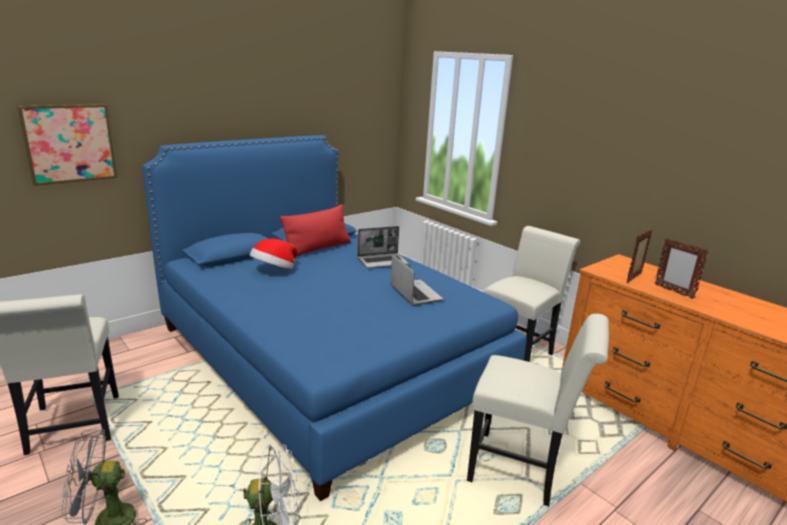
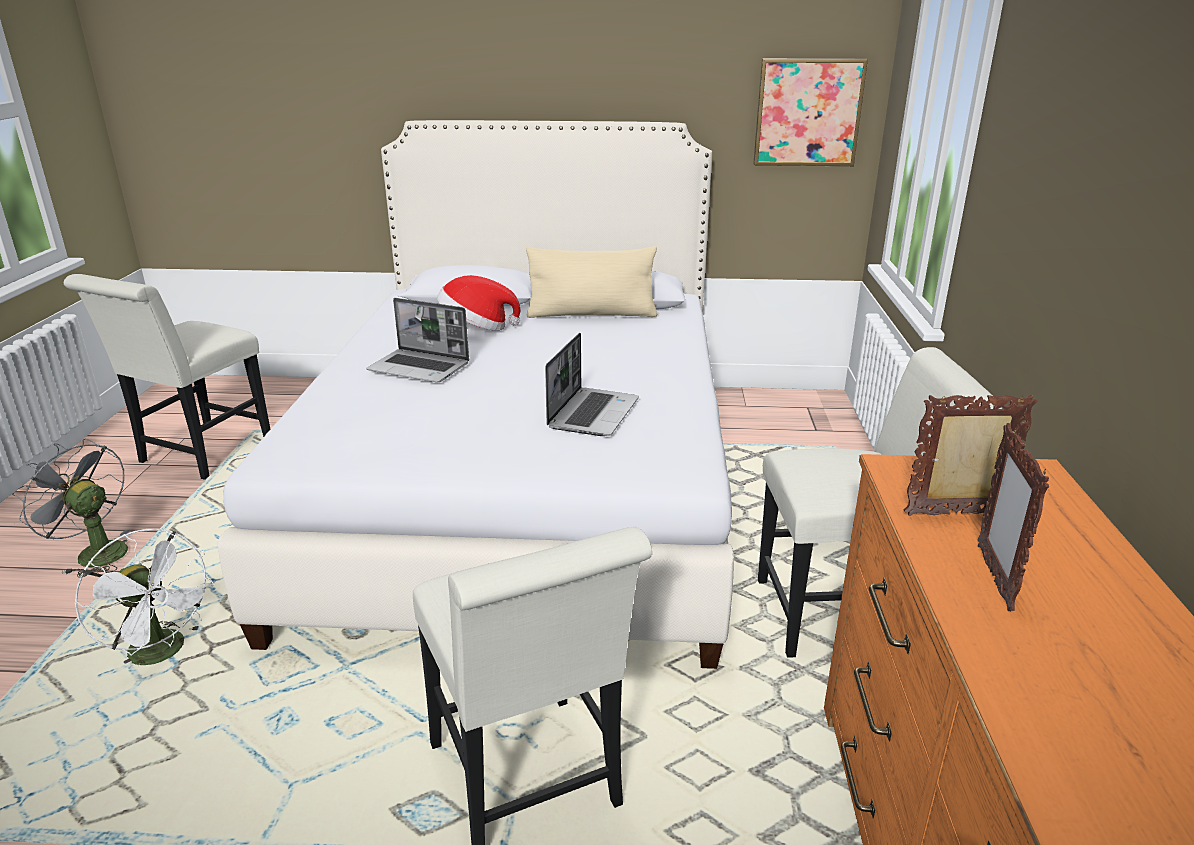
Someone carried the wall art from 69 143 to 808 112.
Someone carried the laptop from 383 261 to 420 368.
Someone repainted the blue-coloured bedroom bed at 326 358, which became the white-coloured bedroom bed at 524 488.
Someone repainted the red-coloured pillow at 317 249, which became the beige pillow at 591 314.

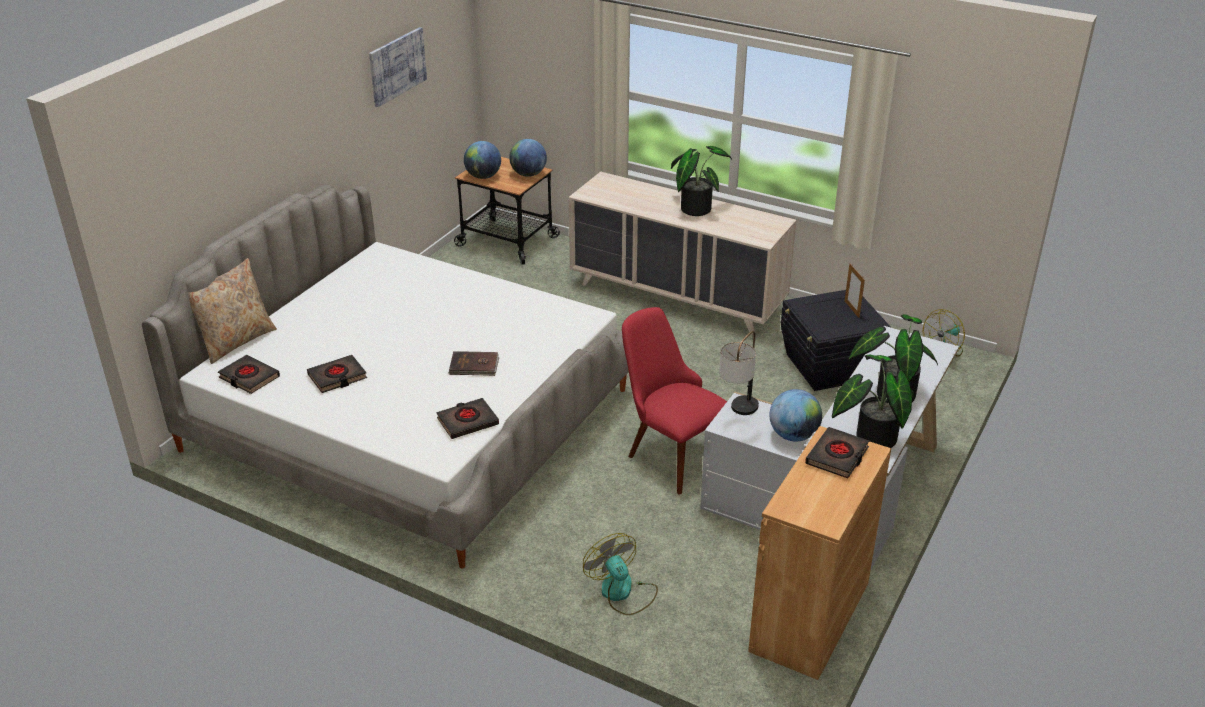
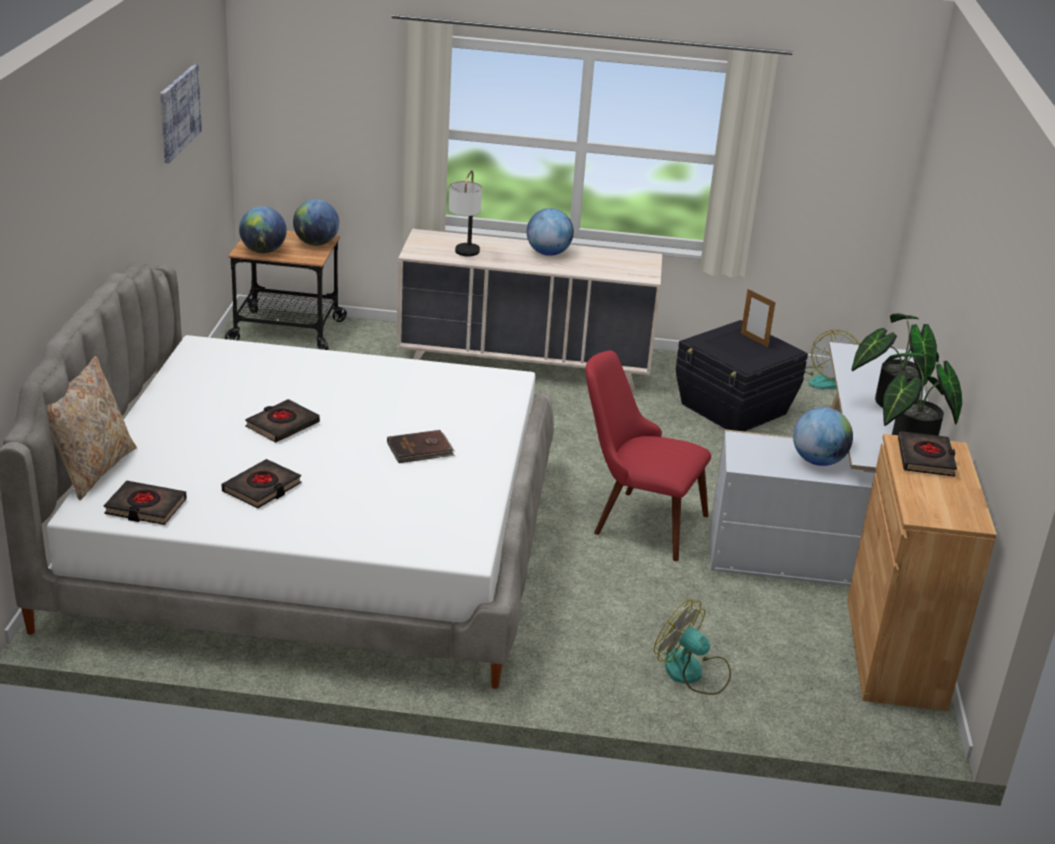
Someone carried the black bound book from 467 422 to 282 425.
Someone carried the tabletop lamp from 737 414 to 464 256.
Someone swapped the houseplant at 695 207 for the world globe at 548 253.

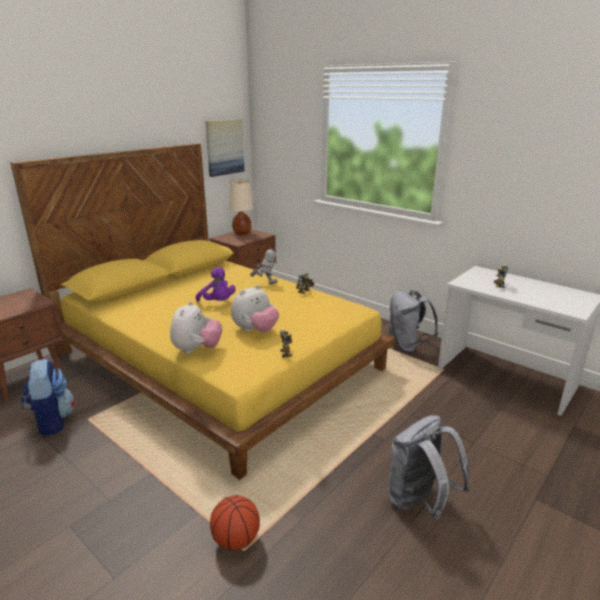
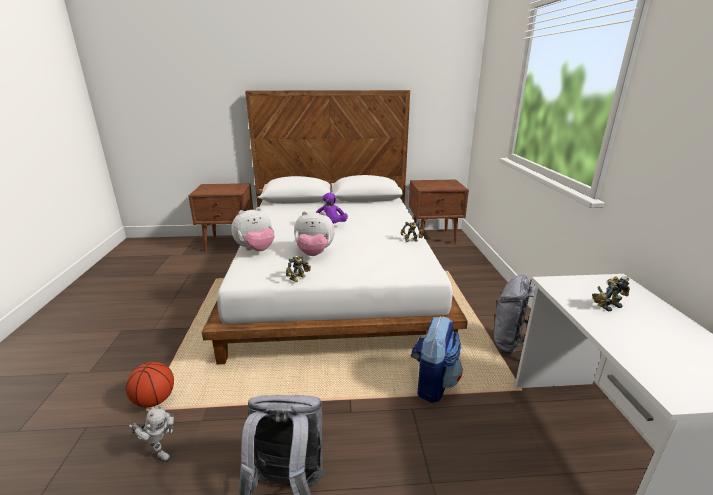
Someone took away the wall art at 224 147.
Someone took away the beige tabletop lamp at 242 233.
Someone carried the backpack from 52 421 to 432 383.
Someone carried the toy robot from 265 283 to 159 451.
Someone repainted the yellow bedroom bed at 219 360, which became the white-coloured bedroom bed at 335 279.

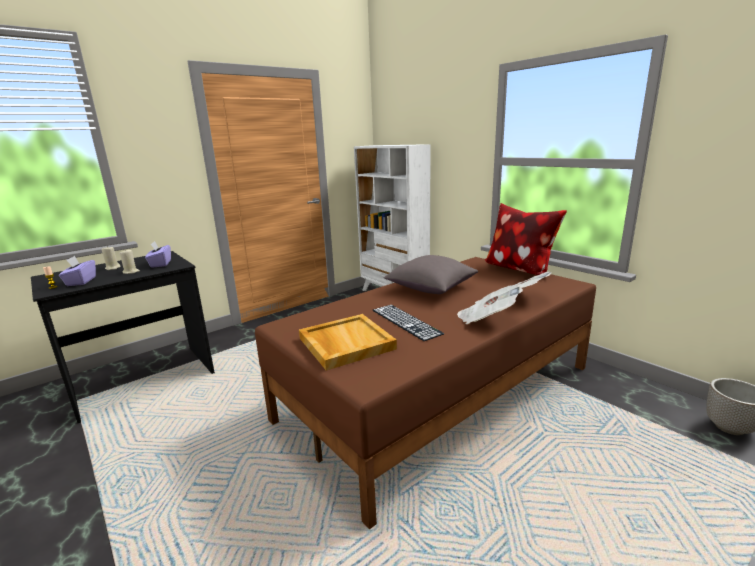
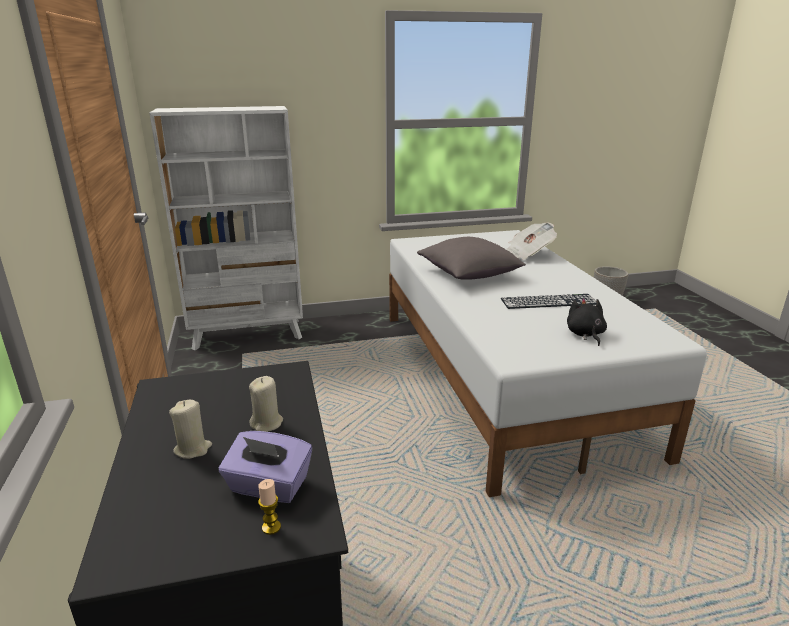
Someone took away the purplish tissue box at 160 264.
Someone took away the printed paper at 486 319.
Someone took away the pillow at 519 269.
Someone swapped the beige carrying tray at 345 343 for the black soft toy at 585 334.
Someone repainted the brownish bedroom bed at 440 392, which became the white-coloured bedroom bed at 504 375.

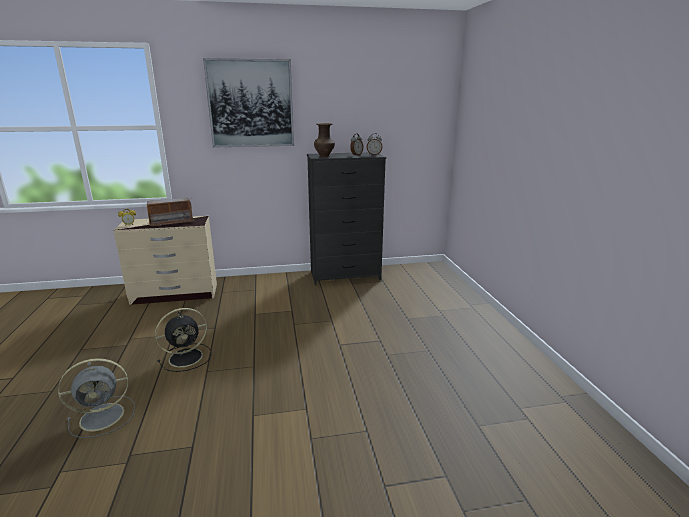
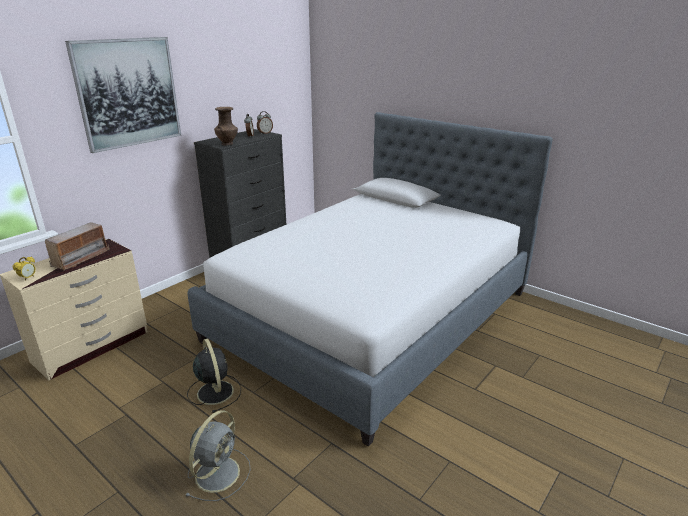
Someone put down the bedroom bed at 373 316.
Someone rotated the black electric fan at 187 357 by 45 degrees counterclockwise.

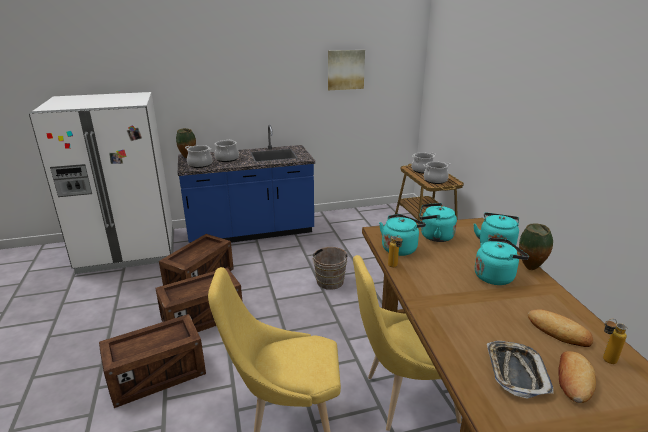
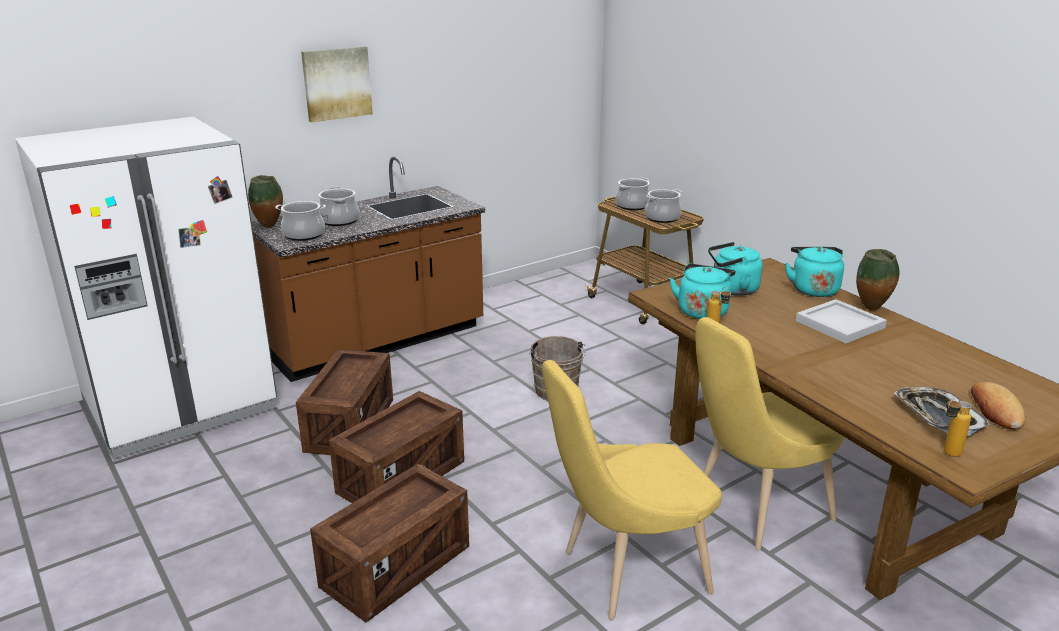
Someone took away the baked bread at 558 331.
Someone carried the wall art from 345 69 to 336 83.
Someone carried the drink bottle from 604 360 to 947 454.
Someone swapped the turquoise tea kettle at 496 276 for the white-coloured carrying tray at 841 324.
Someone repainted the blue-coloured counter at 251 233, which became the brownish counter at 378 343.

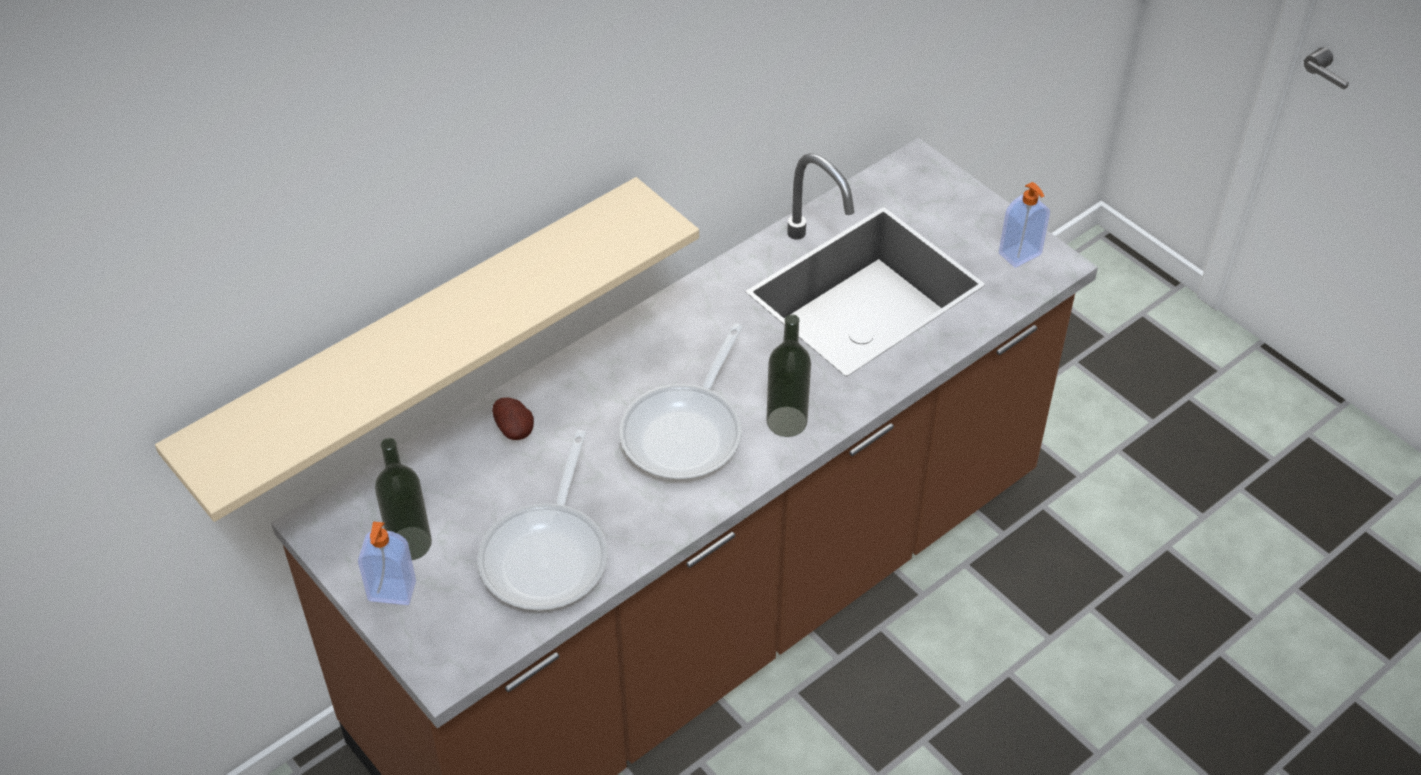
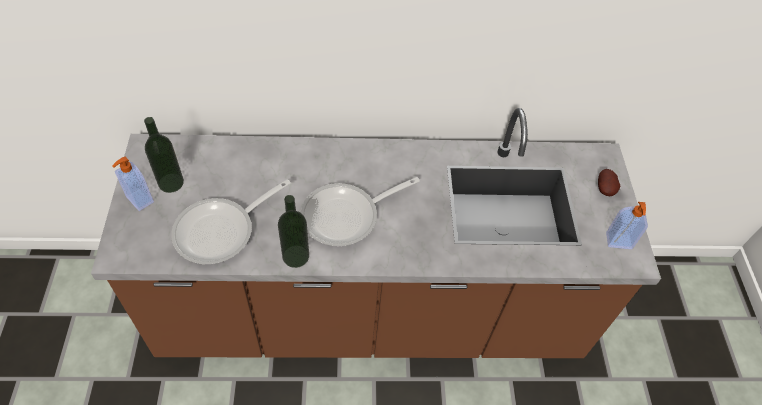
Someone took away the beige bracket shelf at 419 340.
Someone carried the potato from 516 430 to 605 190.
Someone carried the drink bottle from 786 421 to 295 256.

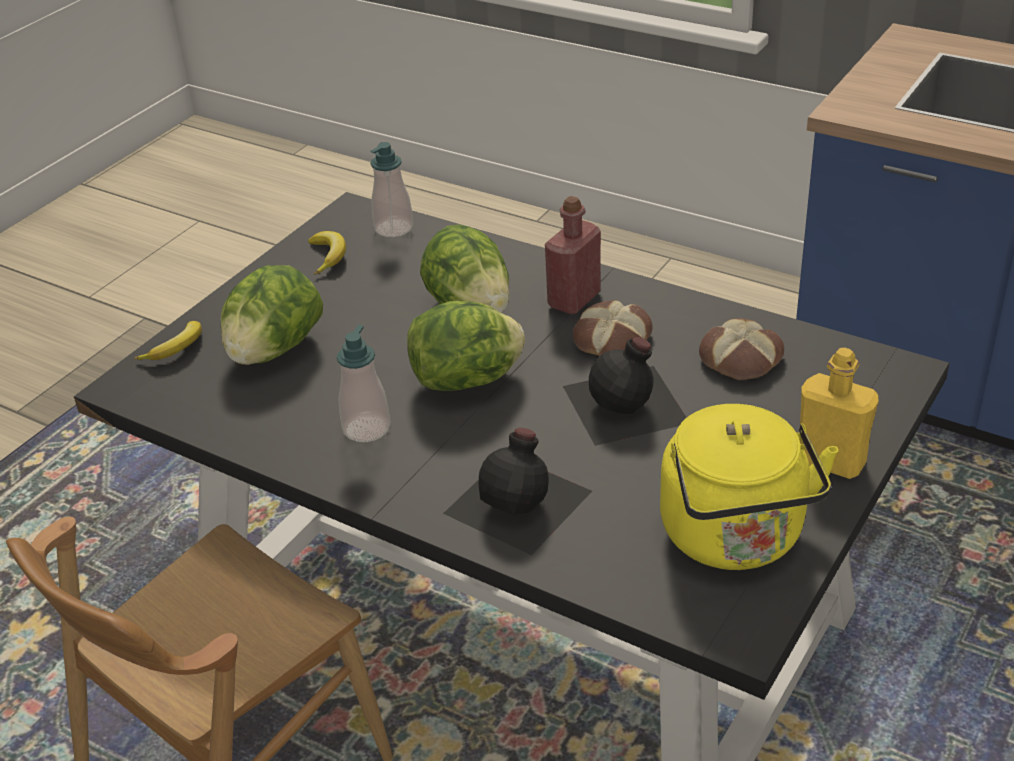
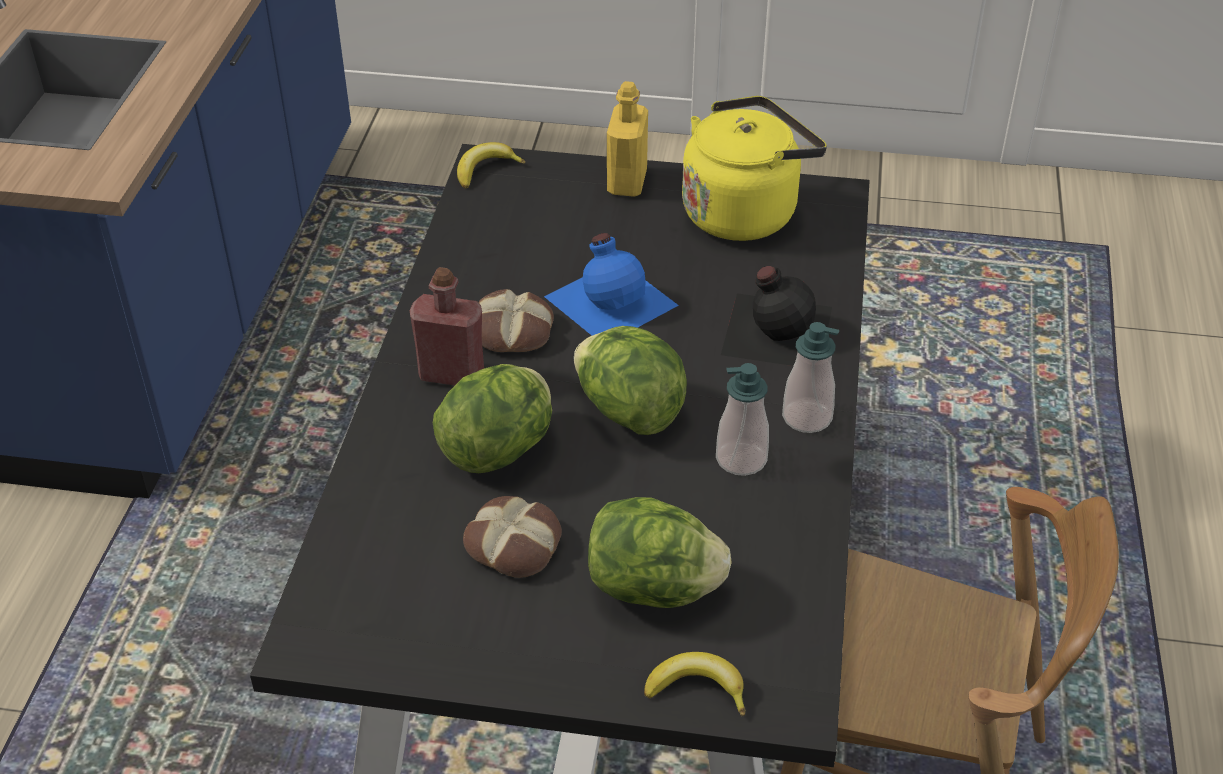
Someone carried the banana from 328 257 to 485 170.
Someone carried the liquid soap bottle from 393 228 to 807 417.
Someone carried the baked bread from 742 359 to 515 544.
Someone repainted the black drink bottle at 627 405, which became the blue-coloured drink bottle at 611 299.

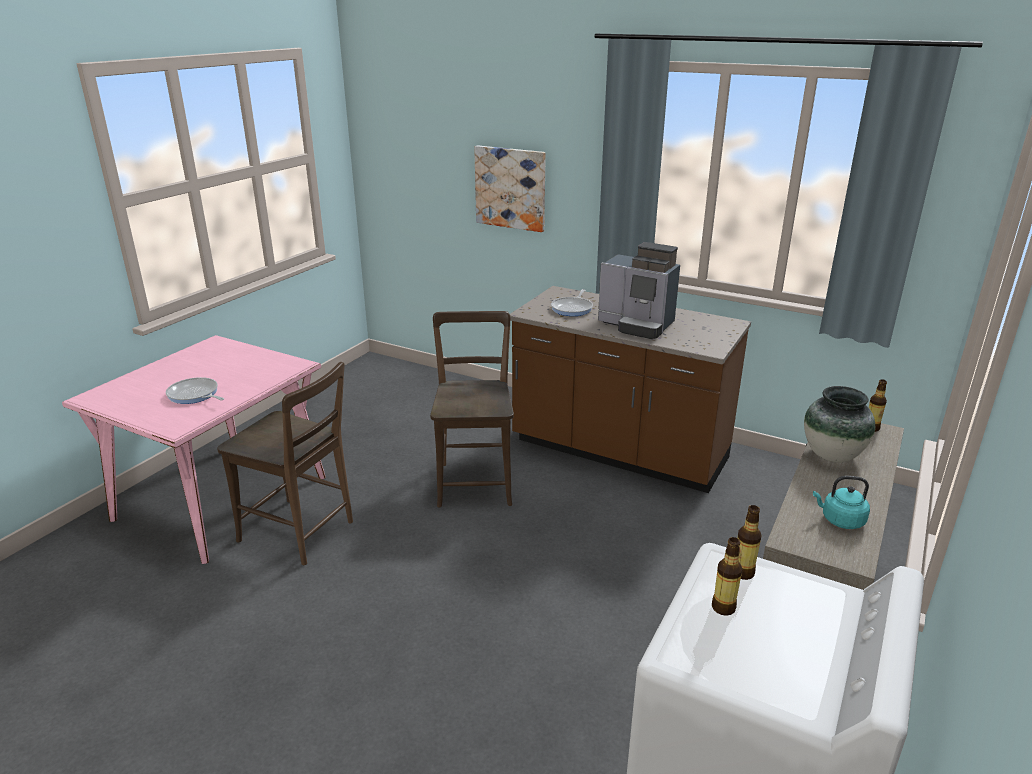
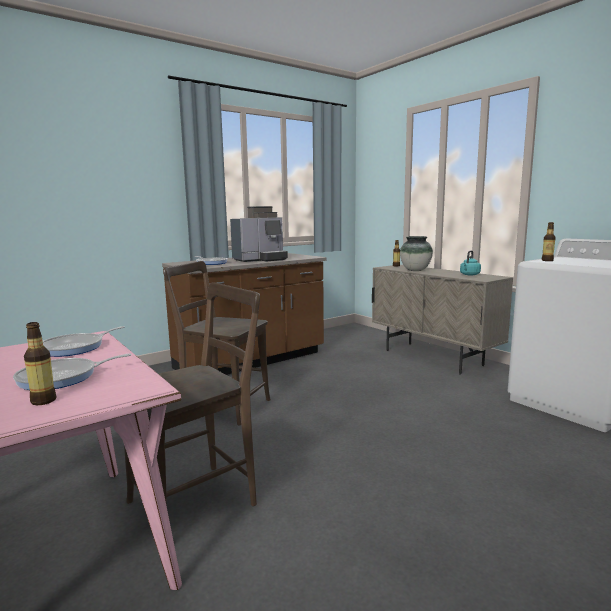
Someone took away the wall art at 511 188.
Someone put down the frying pan at 75 348.
Someone carried the drink bottle from 723 607 to 43 401.

